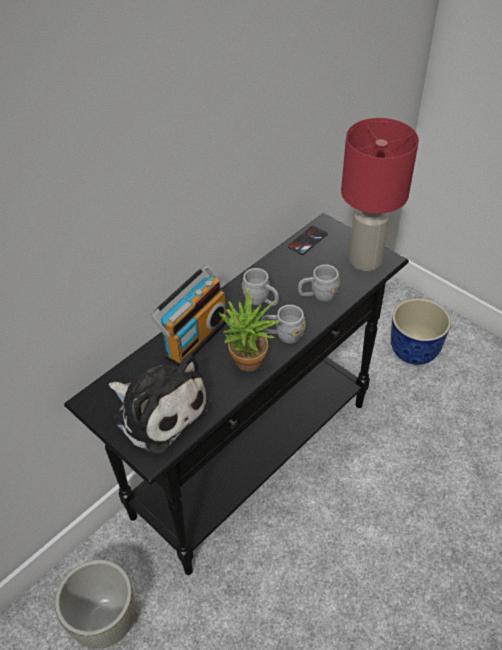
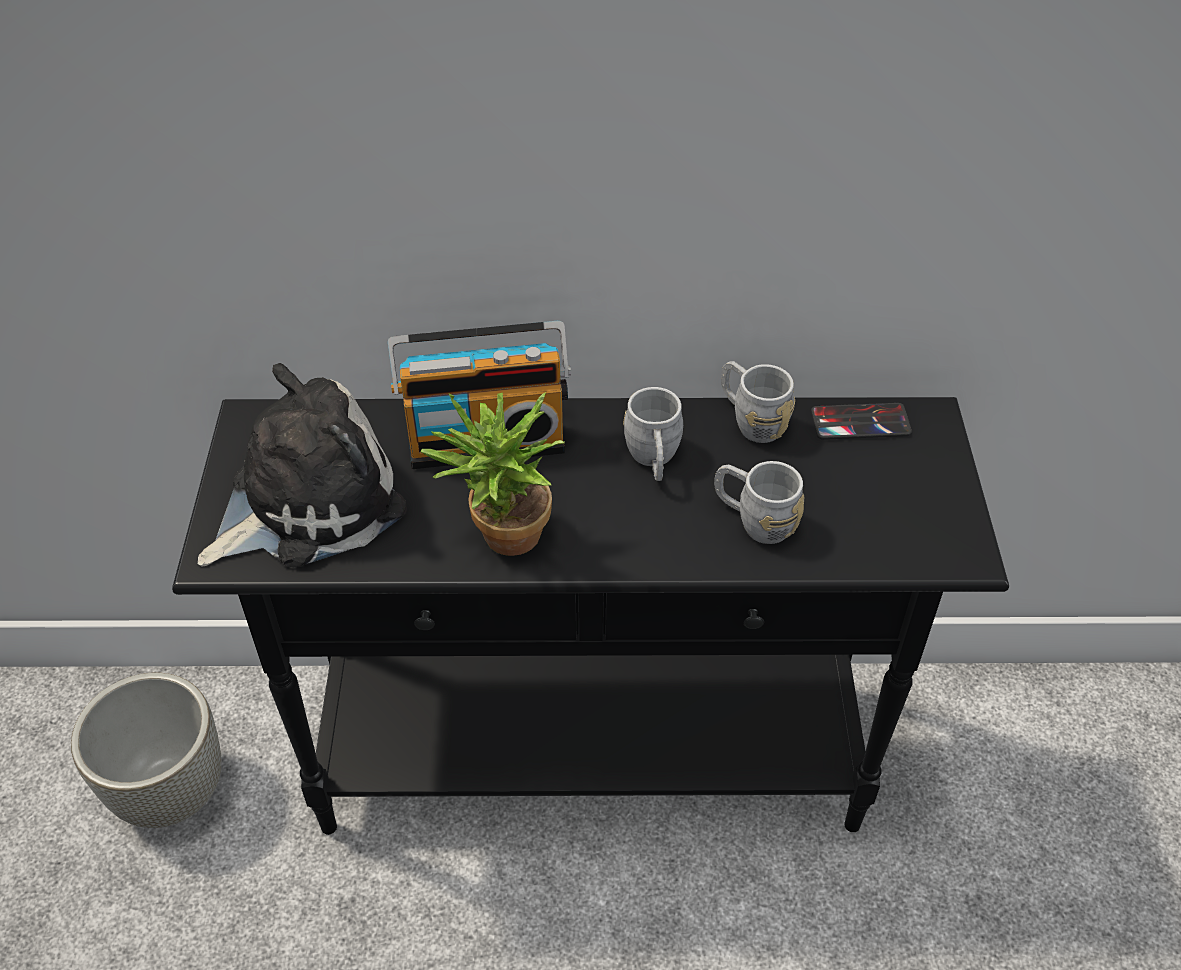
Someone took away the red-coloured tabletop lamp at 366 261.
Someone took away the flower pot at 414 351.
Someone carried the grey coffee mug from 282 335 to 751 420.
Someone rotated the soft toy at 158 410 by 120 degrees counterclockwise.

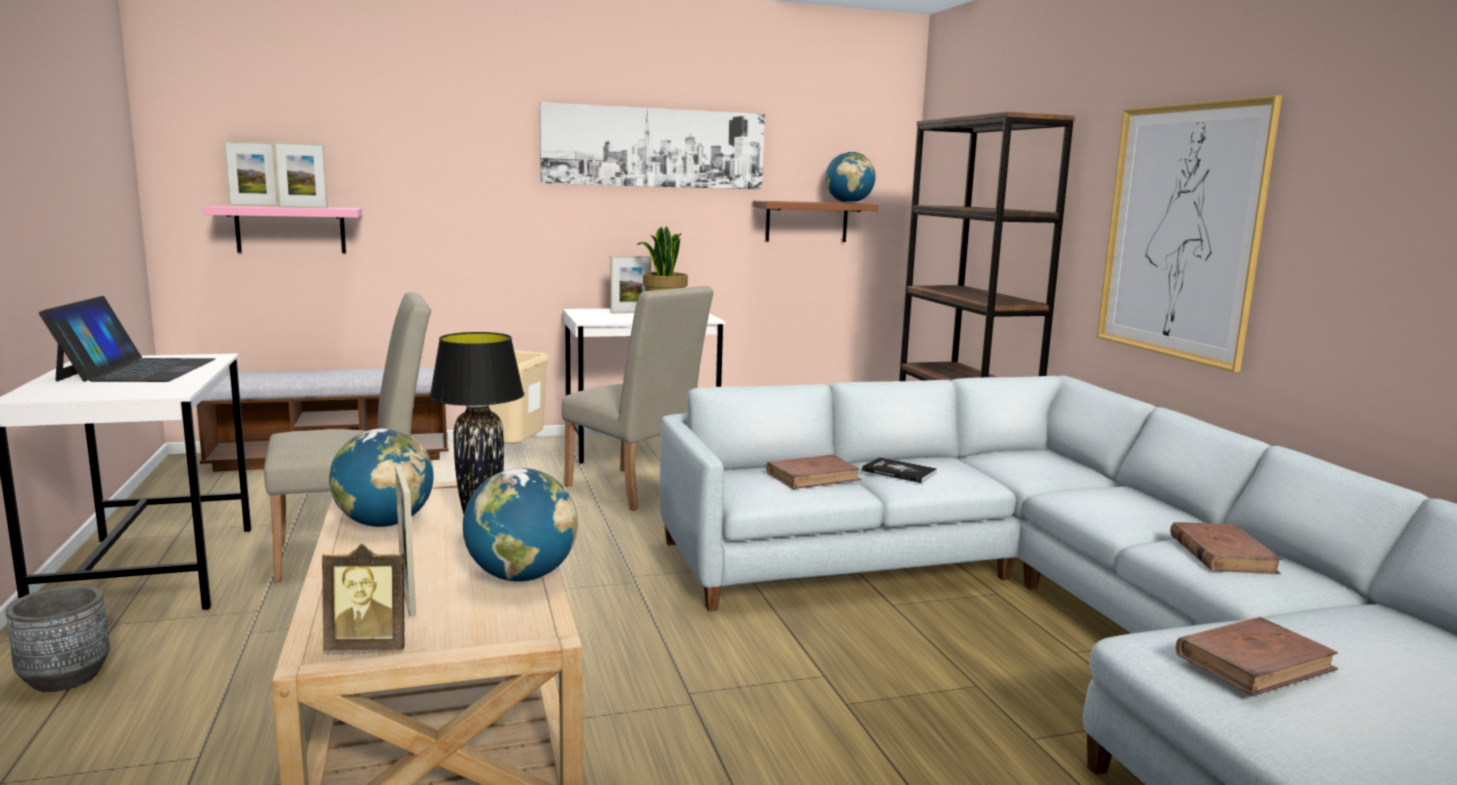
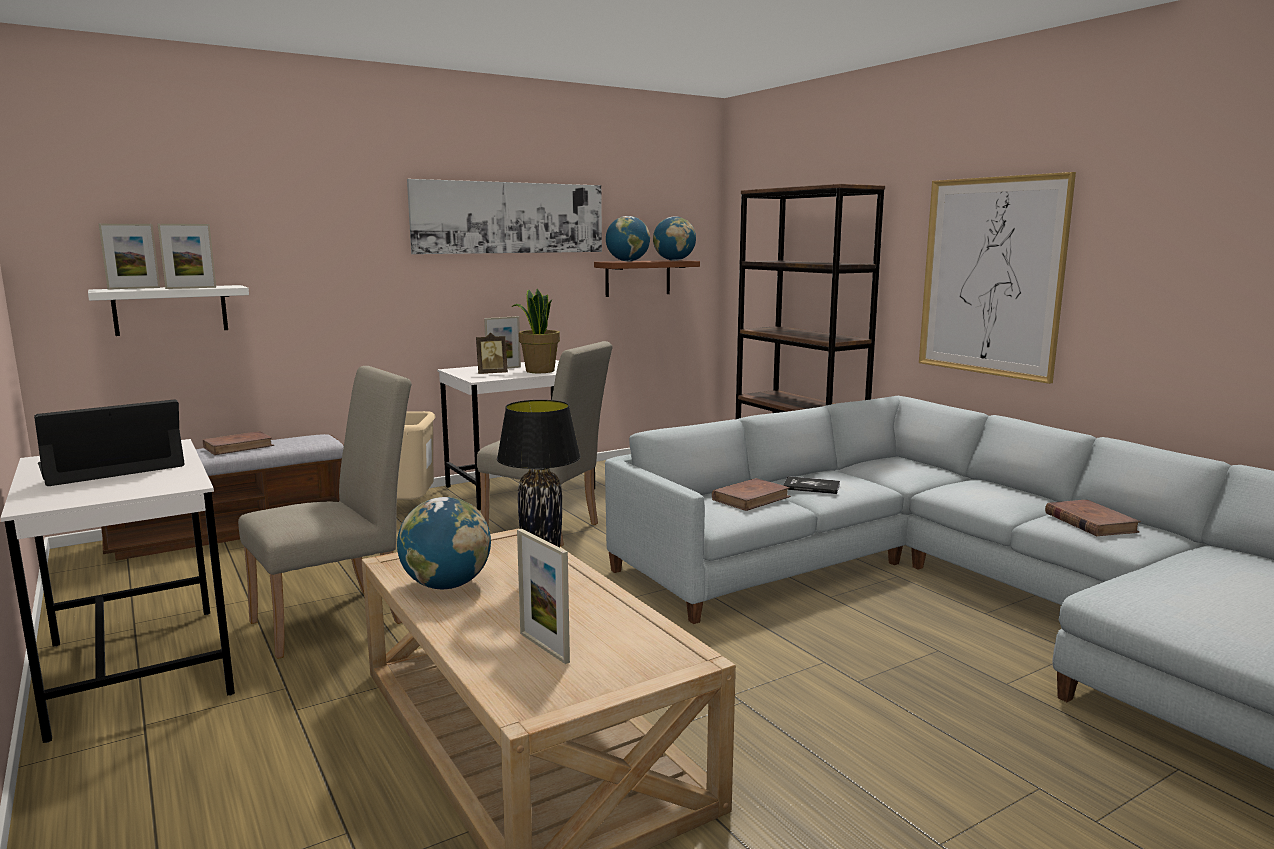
Someone took away the grey flower pot at 65 678.
Someone carried the photo frame from 369 645 to 492 373.
Someone carried the world globe from 521 576 to 627 261.
Someone carried the brownish bound book from 1254 662 to 238 447.
Someone repainted the pinkish bracket shelf at 291 229, which became the white-coloured bracket shelf at 170 310.
Someone rotated the laptop at 137 370 by 105 degrees counterclockwise.

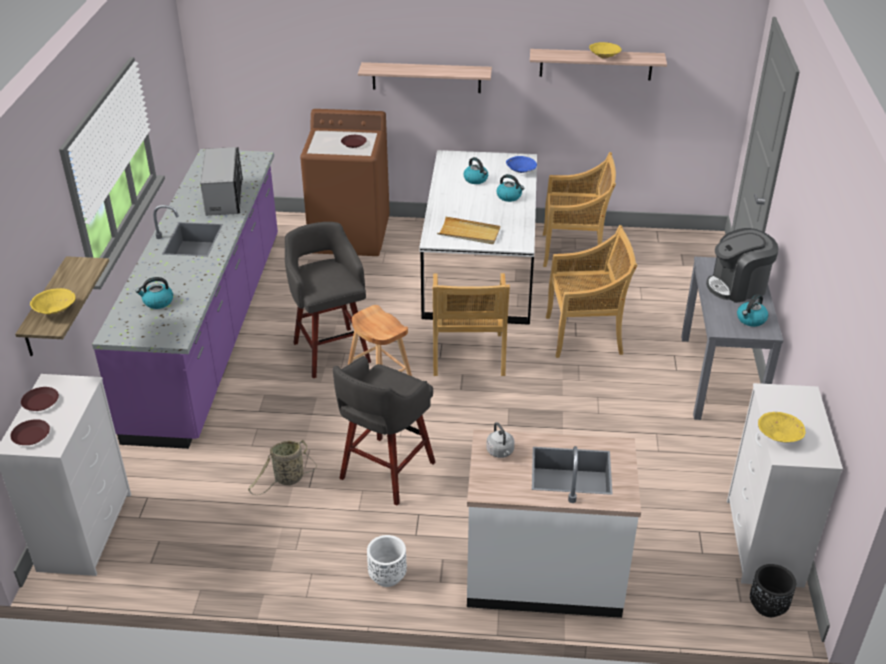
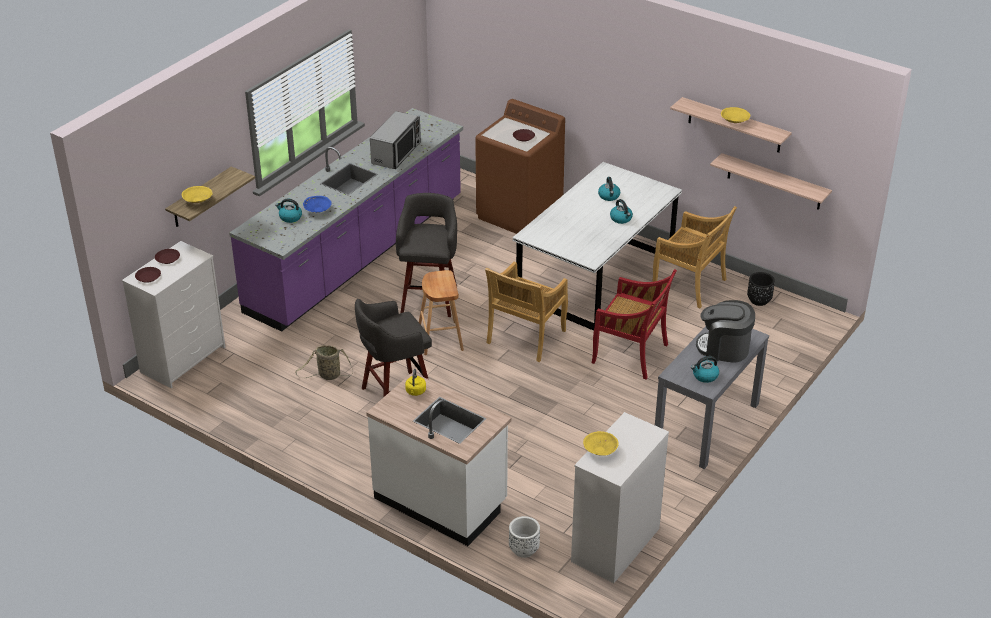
Someone took away the beige carrying tray at 469 233.
Someone carried the bracket shelf from 426 77 to 774 182.
Someone carried the white-coloured flower pot from 387 576 to 523 549.
Someone carried the blue-coloured deep dish from 521 171 to 317 210.
Someone carried the black flower pot from 767 606 to 759 300.
Someone repainted the grey tea kettle at 500 452, which became the yellow tea kettle at 415 392.
Someone repainted the beige upright chair at 585 335, which became the red-coloured upright chair at 631 354.

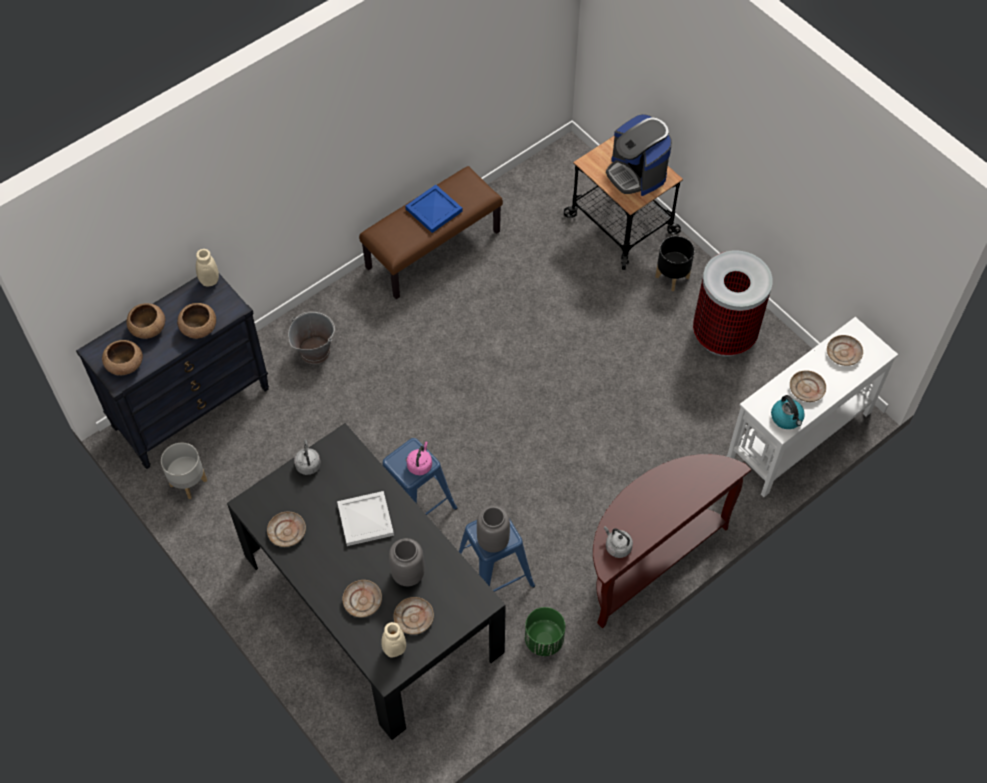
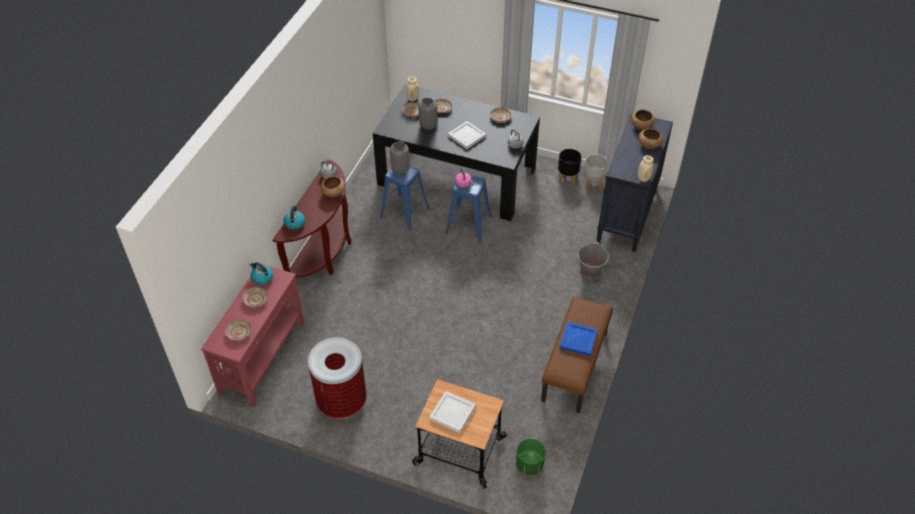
Someone put down the tea kettle at 294 223.
Someone carried the brownish deep dish from 199 328 to 333 193.
Someone carried the green flower pot from 544 640 to 529 464.
Someone carried the black flower pot from 672 277 to 567 178.
Someone swapped the coffee maker at 636 173 for the white-coloured carrying tray at 451 413.
Someone repainted the white-coloured console table at 798 436, which became the red-coloured console table at 263 357.

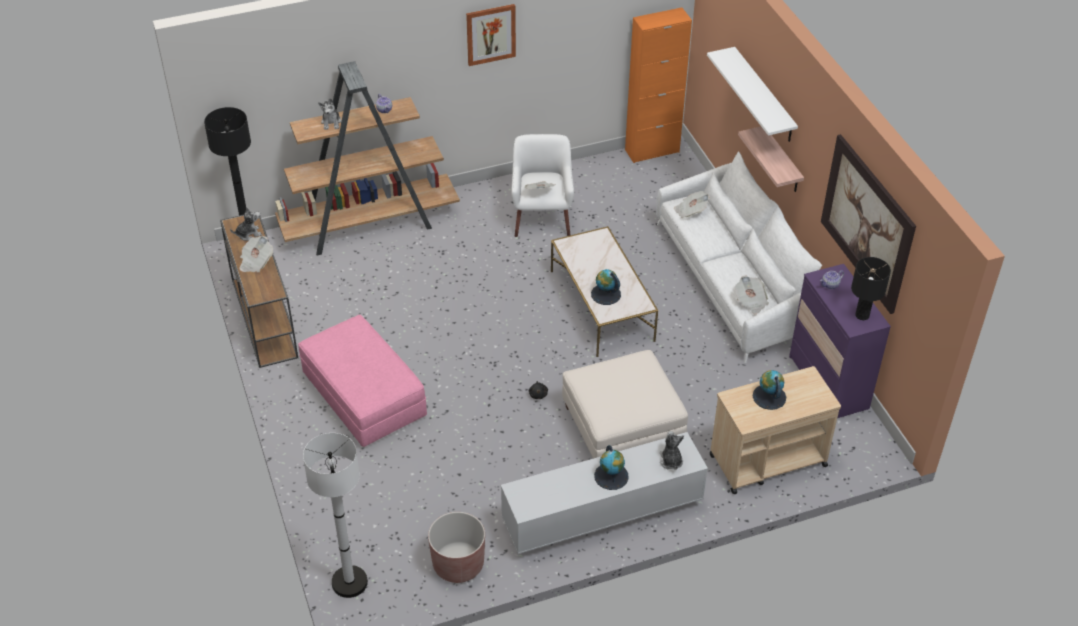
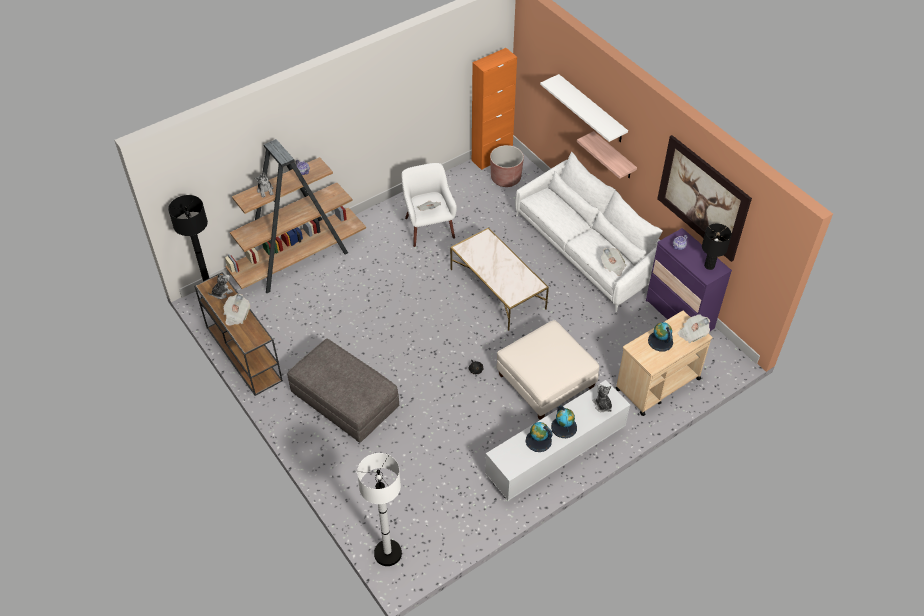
Someone took away the wall art at 490 34.
Someone carried the brownish flower pot from 458 564 to 505 178.
Someone carried the world globe from 605 294 to 538 441.
Someone carried the printed paper from 690 211 to 692 333.
Someone repainted the pinkish pouffe at 363 396, which became the grey pouffe at 345 401.

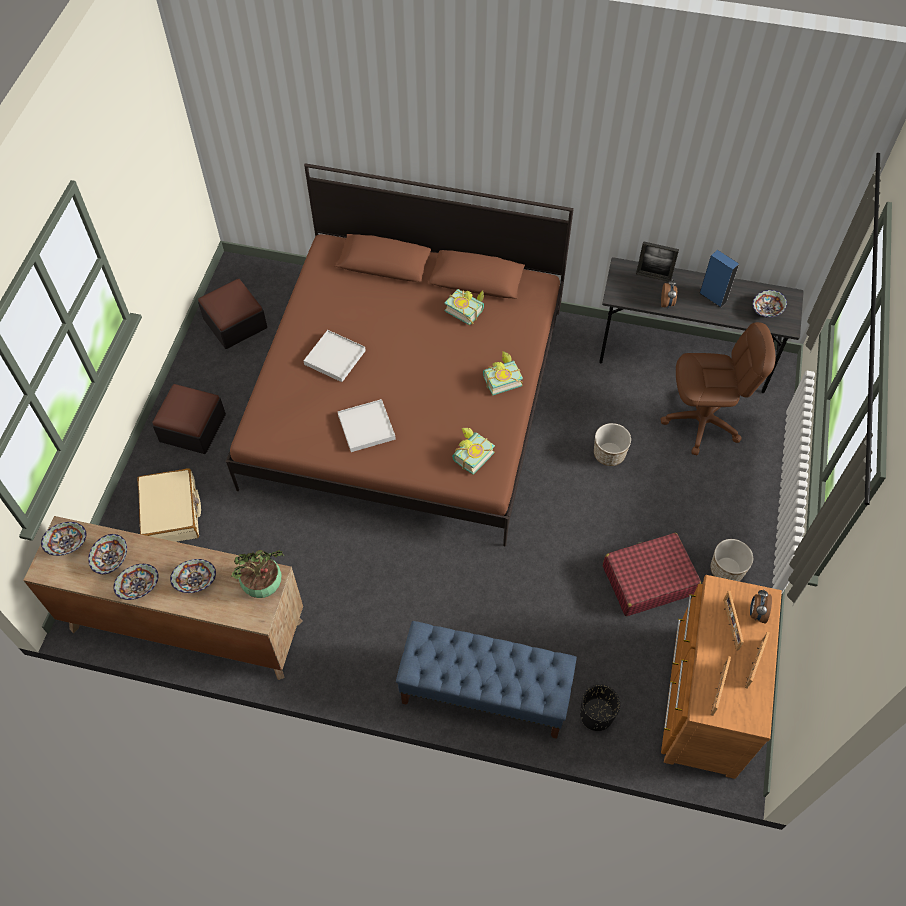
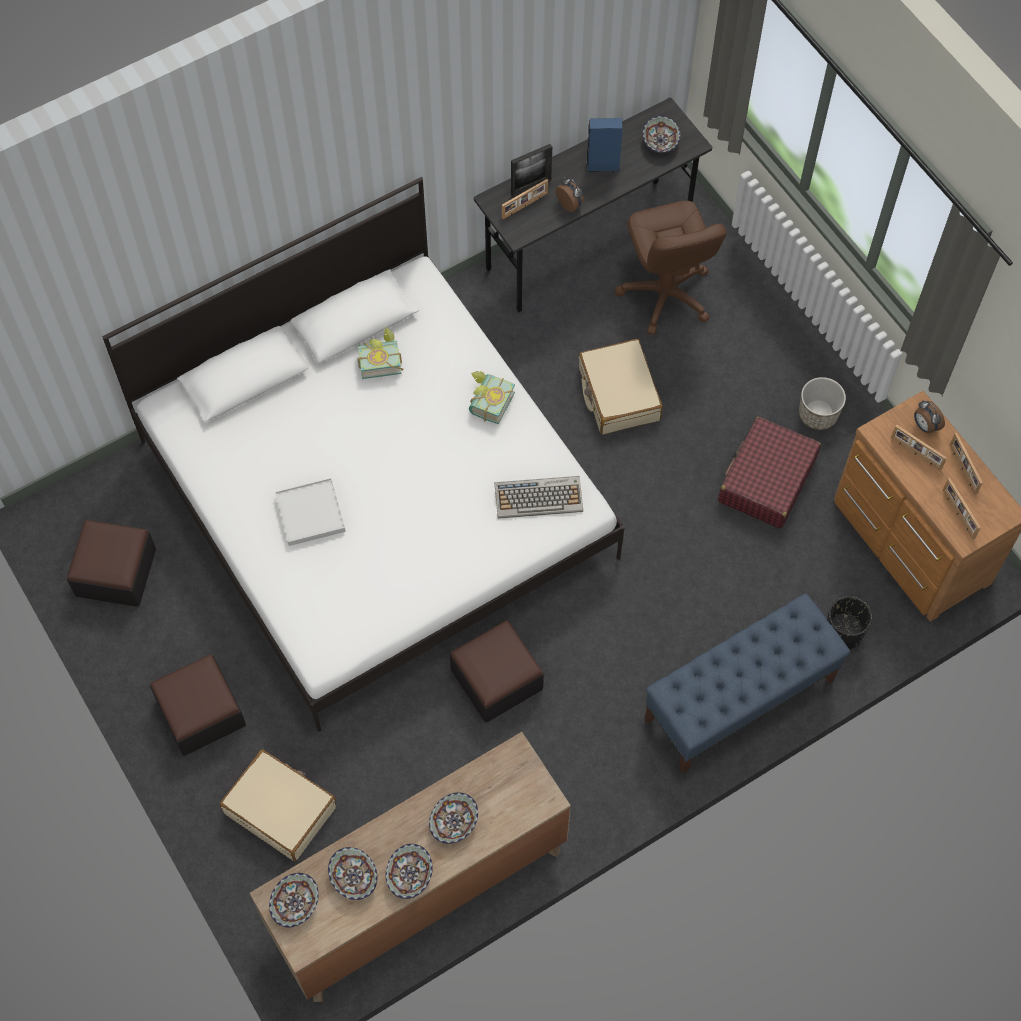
Someone took away the houseplant at 264 585.
Someone took away the white-coloured carrying tray at 366 427.
Someone put down the pouffe at 496 679.
Someone put down the photo frame at 525 206.
Someone swapped the bound book at 470 455 for the keyboard at 539 497.
Someone swapped the flower pot at 609 454 for the beige piece of luggage at 618 394.
Someone repainted the brownish bedroom bed at 406 396, which became the white-coloured bedroom bed at 377 498.
Someone rotated the brownish office chair at 702 422 by 120 degrees clockwise.

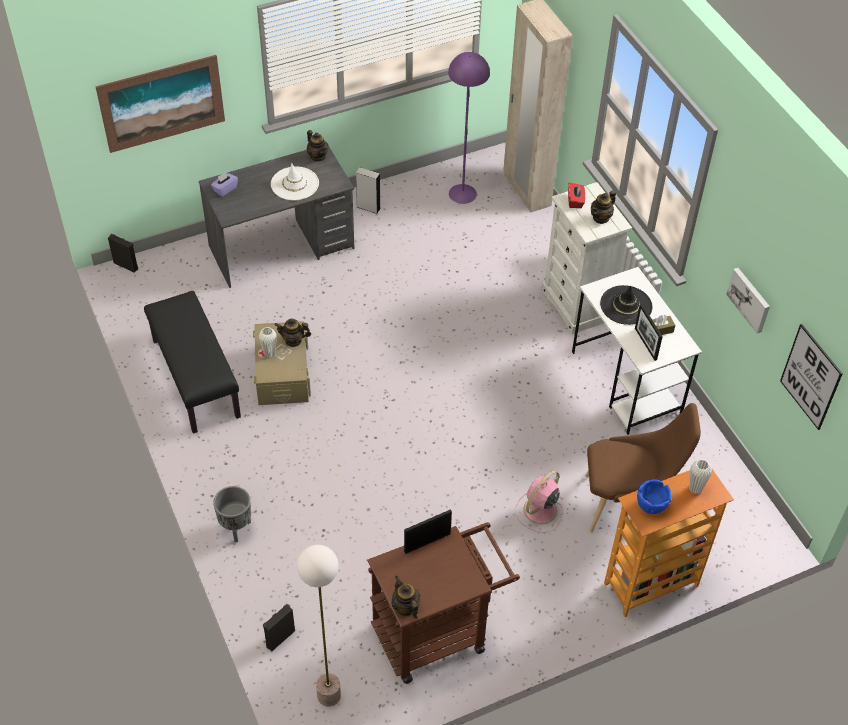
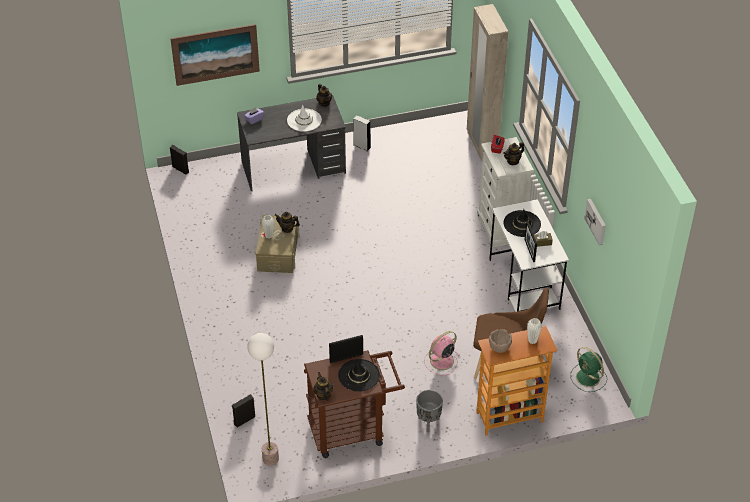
Someone took away the black indoor bench at 195 378.
Someone took away the purplish floor lamp at 462 193.
Someone took away the wall art at 810 377.
Someone put down the black wearable hat at 359 375.
Someone put down the green electric fan at 588 378.
Someone carried the grey flower pot from 236 528 to 428 422.
Someone repainted the blue-coloured deep dish at 651 505, which became the brownish deep dish at 499 347.

